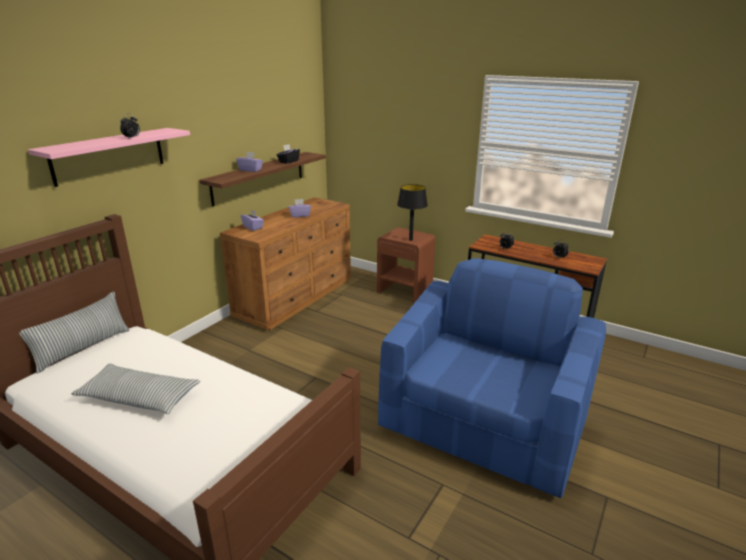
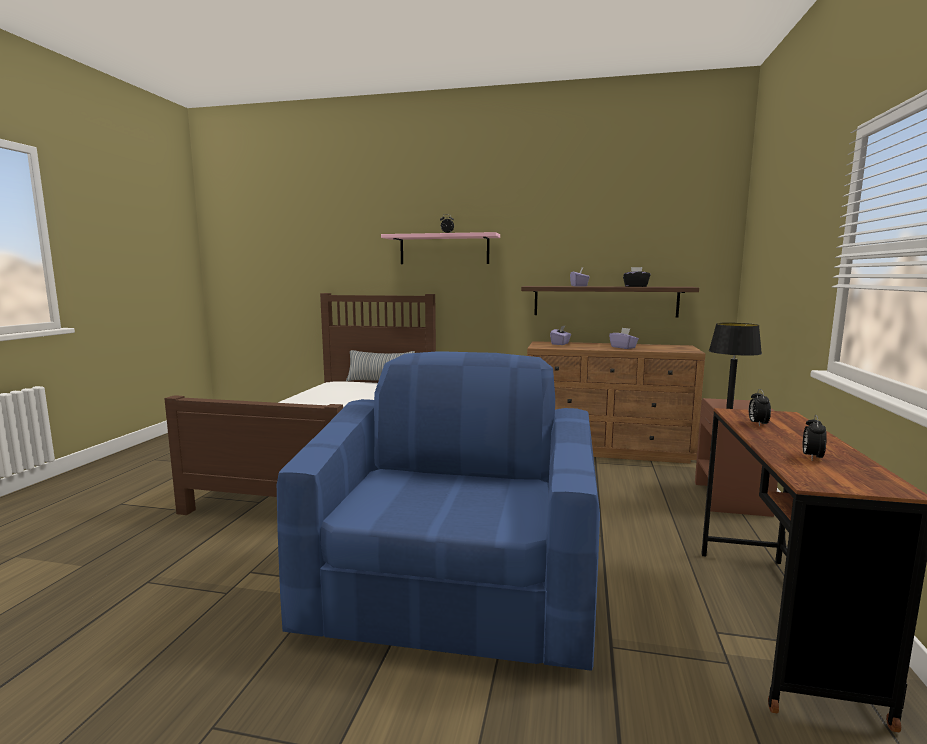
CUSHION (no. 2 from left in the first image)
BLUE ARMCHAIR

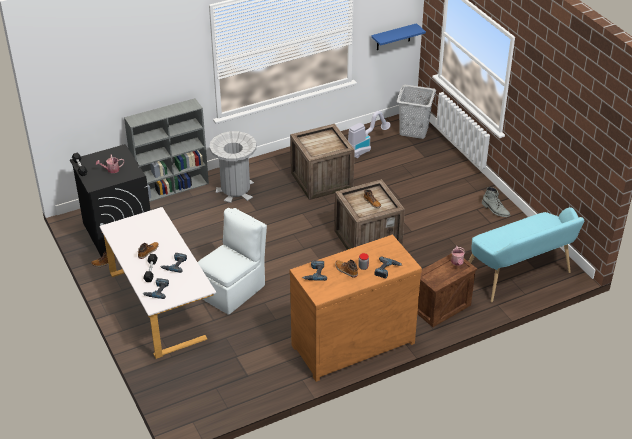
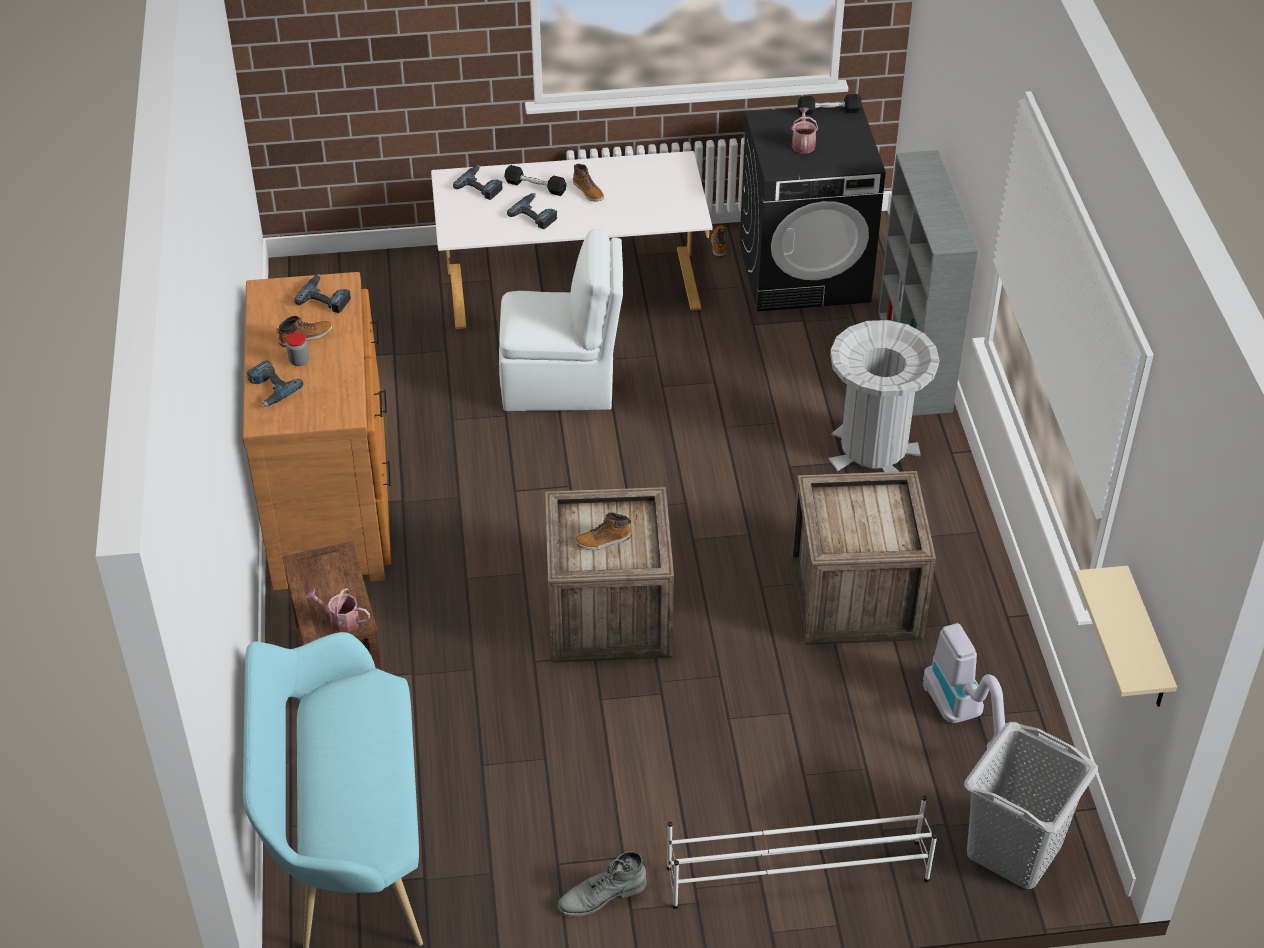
WHITE SHOE SHELF
BEIGE-COLOURED WALL SHELF
WHITE UPRIGHT CHAIR

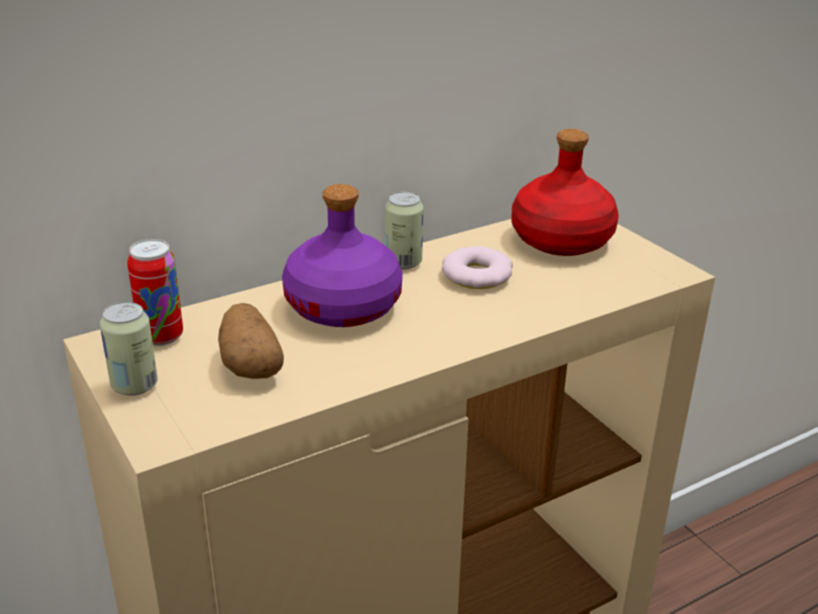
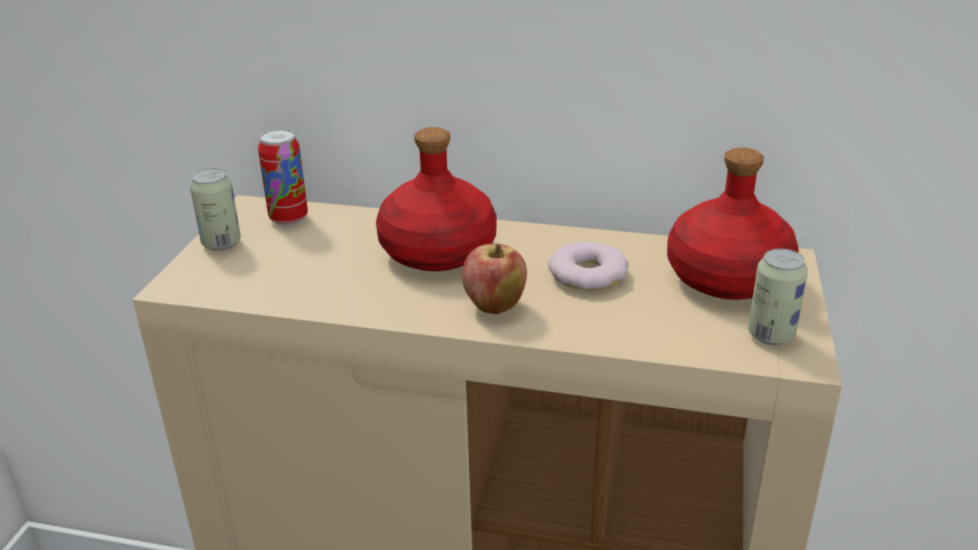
POTATO
APPLE FRUIT
SEALED CAN (no. 3 from left)
RED BEVERAGE BOTTLE (no. 1 from left)

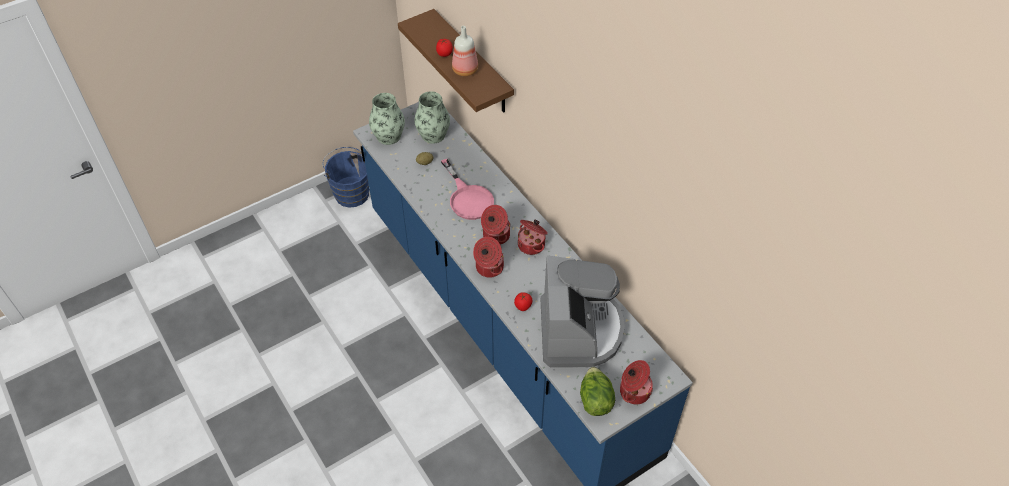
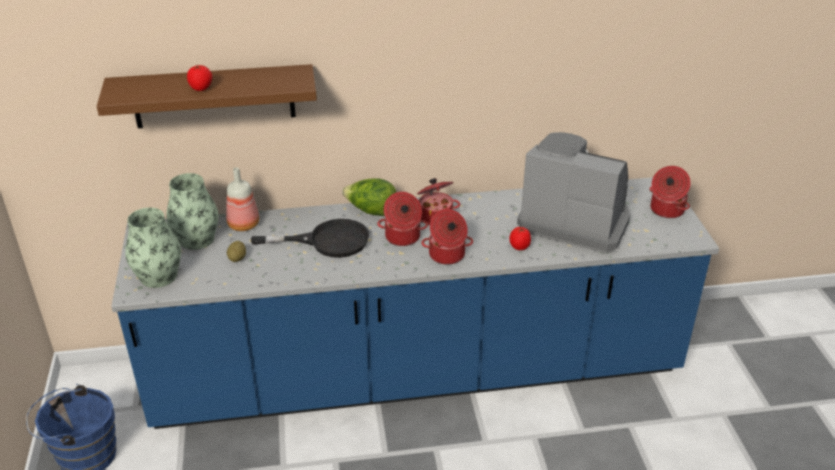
BEVERAGE BOTTLE
LETTUCE HEAD
BLACKISH PAN

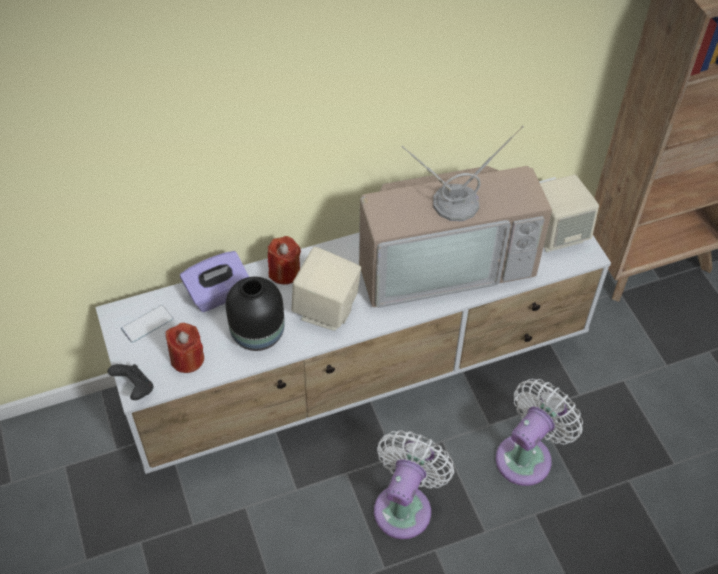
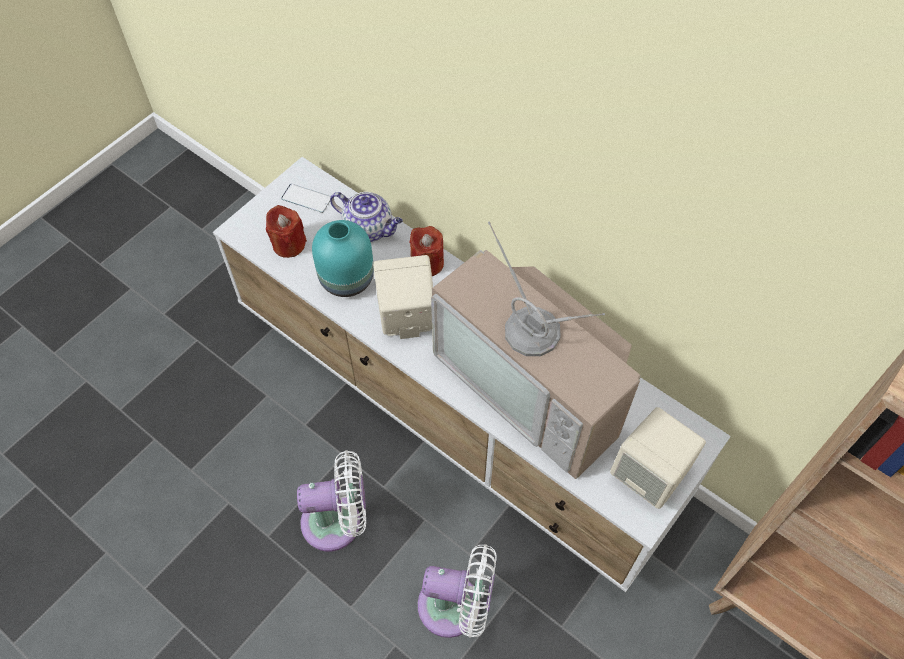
BLACKISH GAME CONTROLLER
TEAPOT
TURQUOISE FLOWER VASE

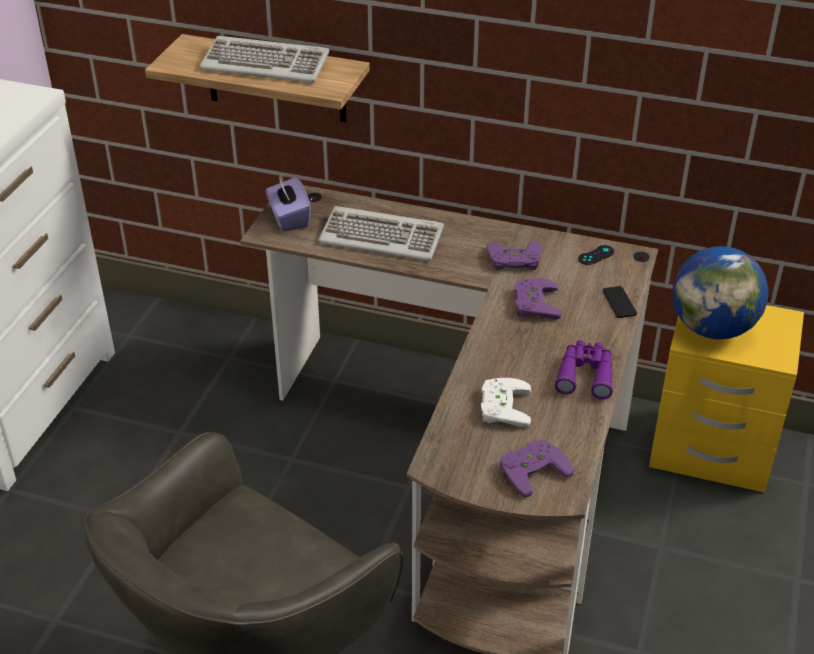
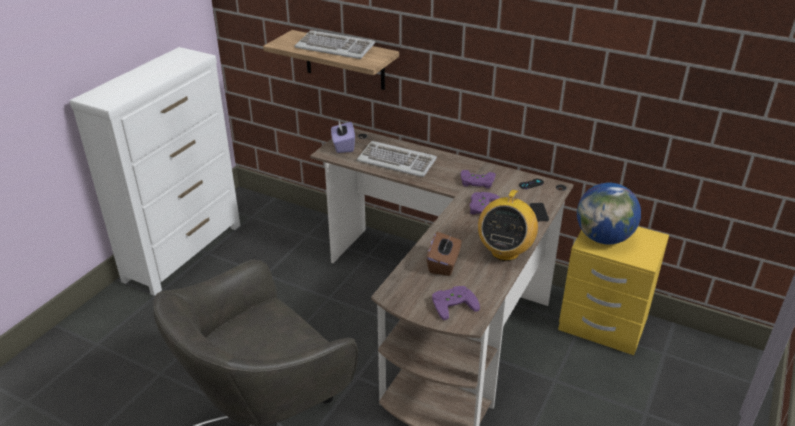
BROWN-COLOURED TISSUE BOX
RADIO SET

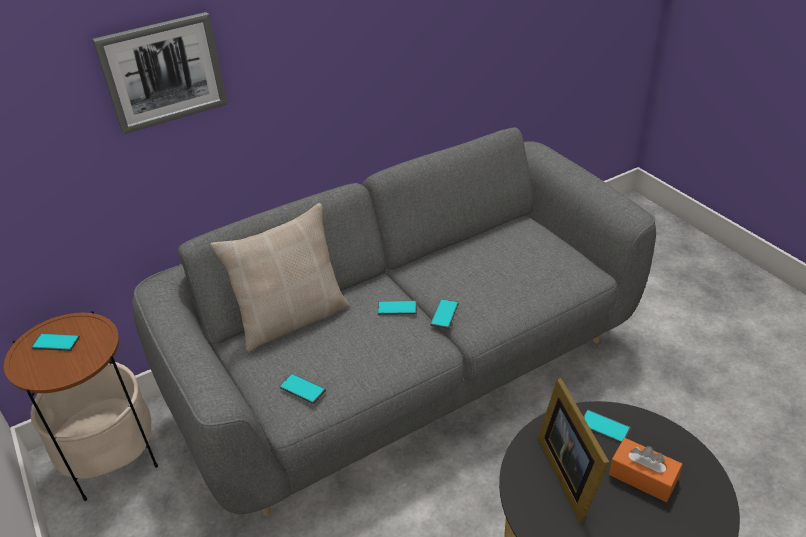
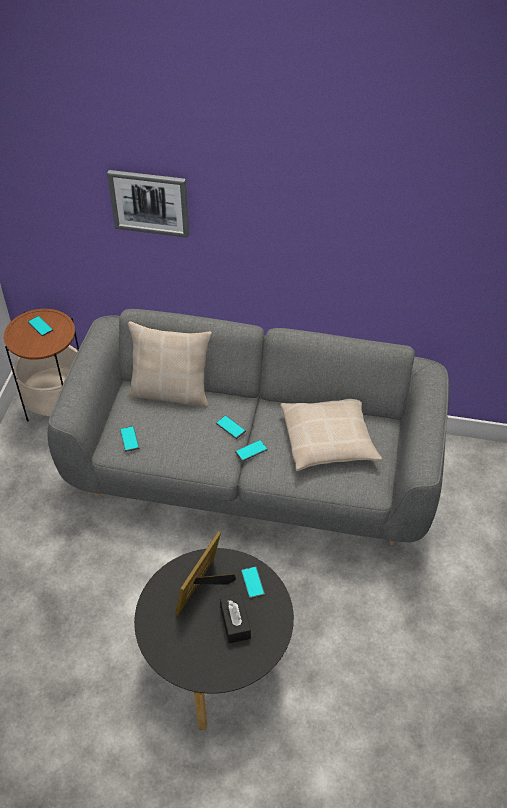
BEIGE-COLOURED CUSHION (no. 2 from left)
BLACKISH TISSUE BOX

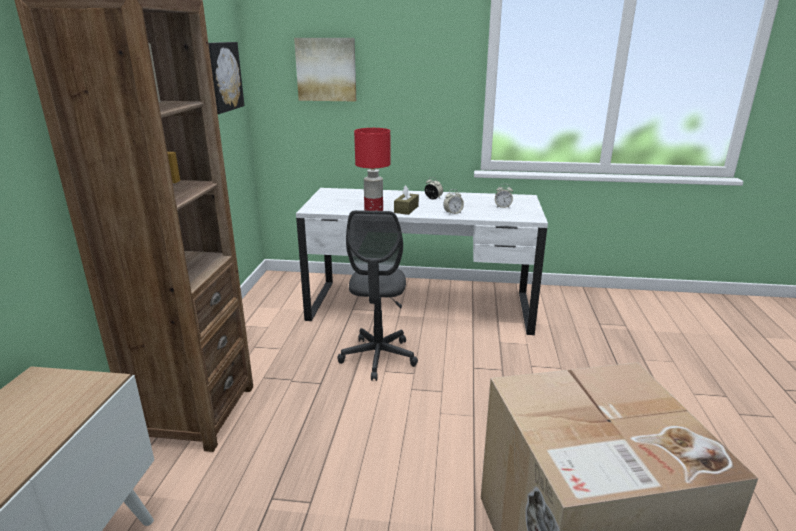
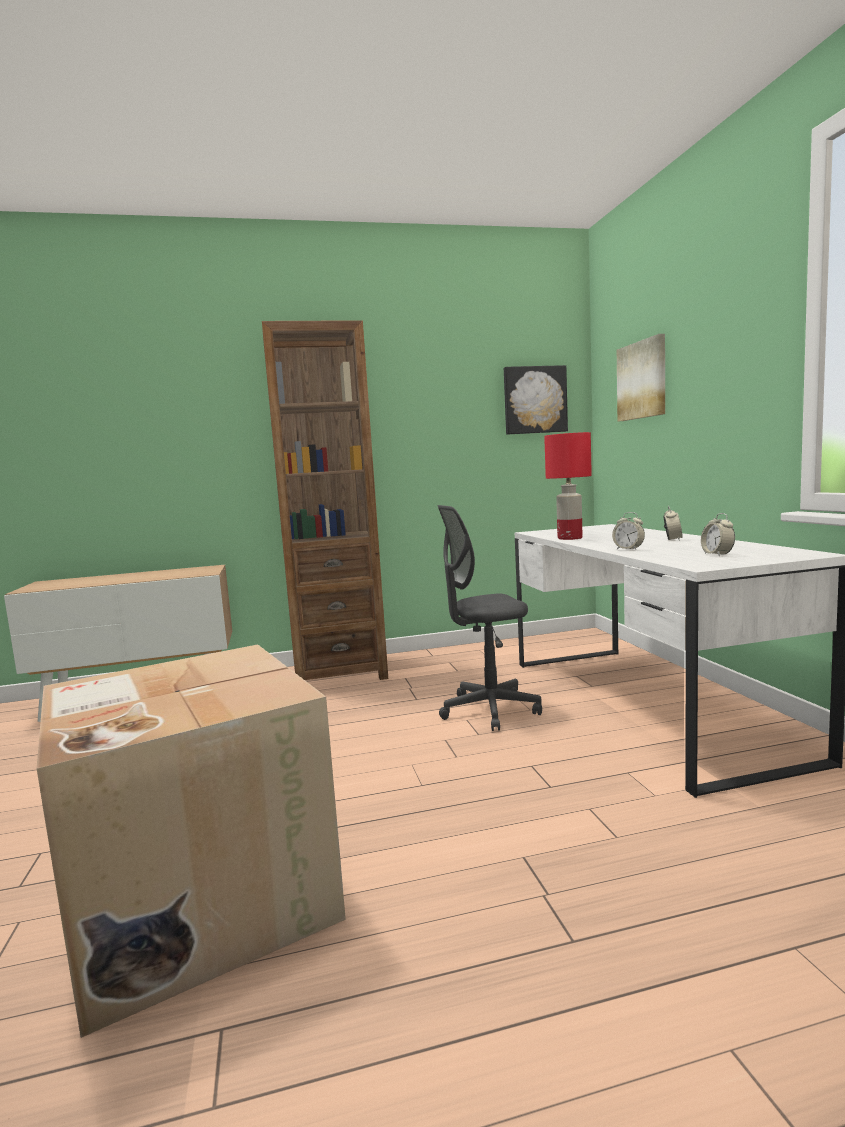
BROWN-COLOURED TISSUE BOX

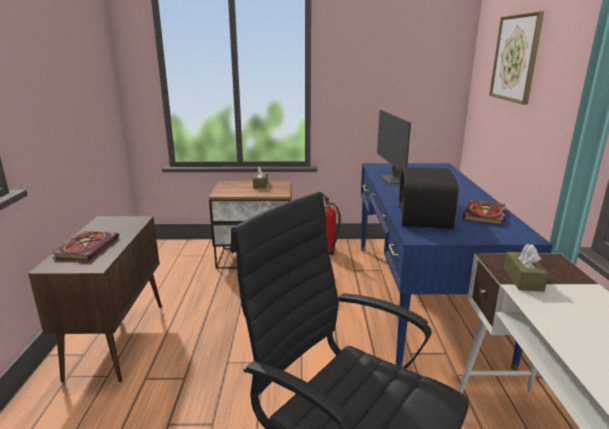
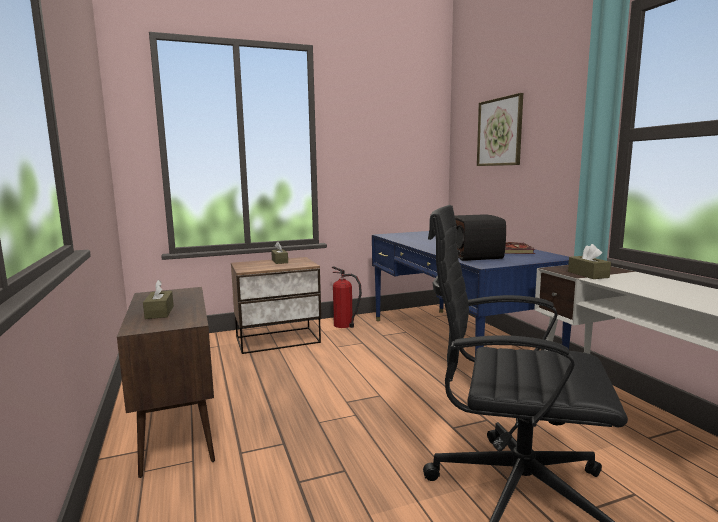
COMPUTER DISPLAY
BROWN-COLOURED TISSUE BOX (no. 1 from left)

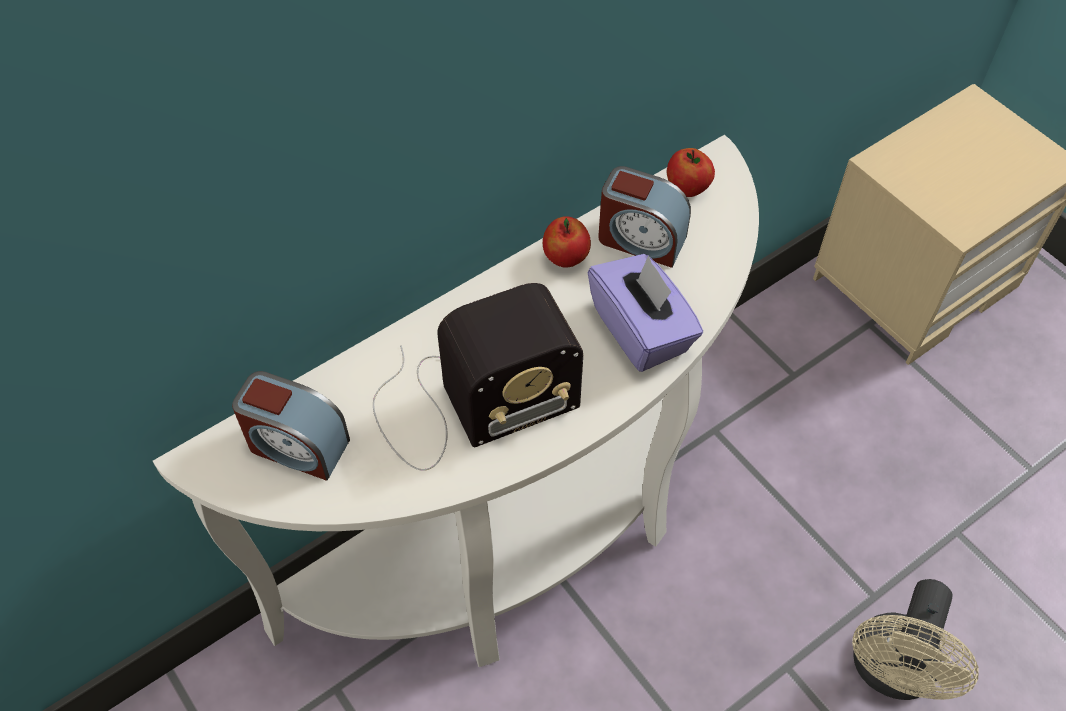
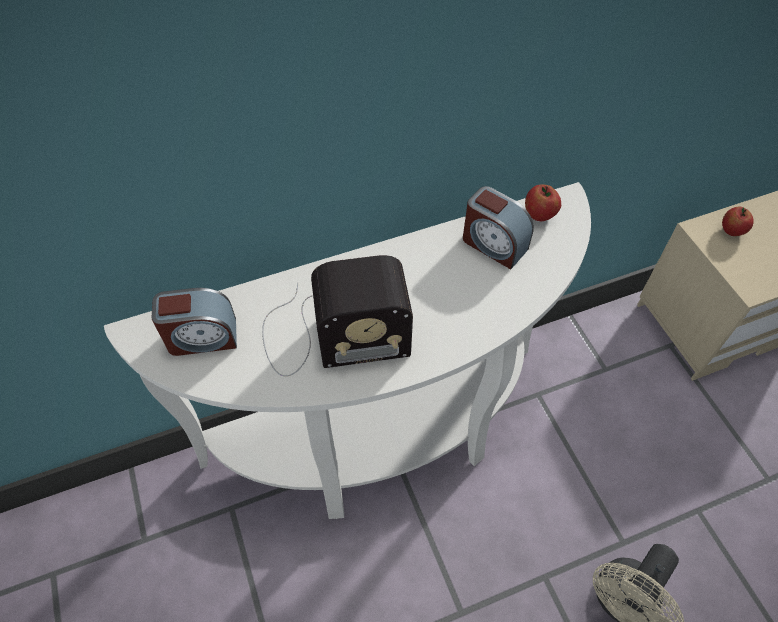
PURPLE TISSUE BOX
APPLE FRUIT (no. 2 from left)
BEDSIDE CLOCK (no. 1 from left)

